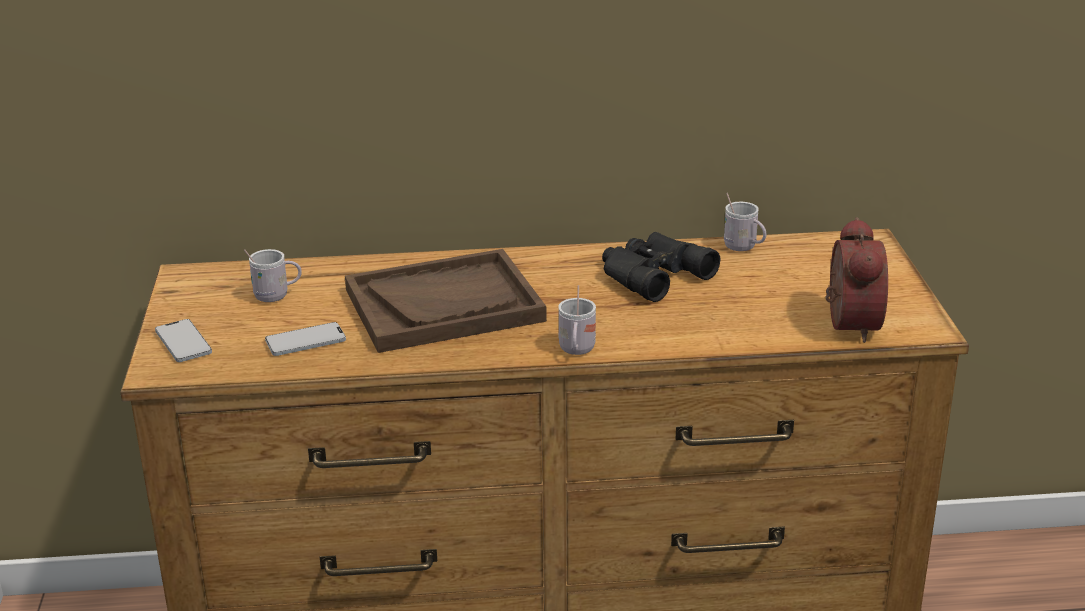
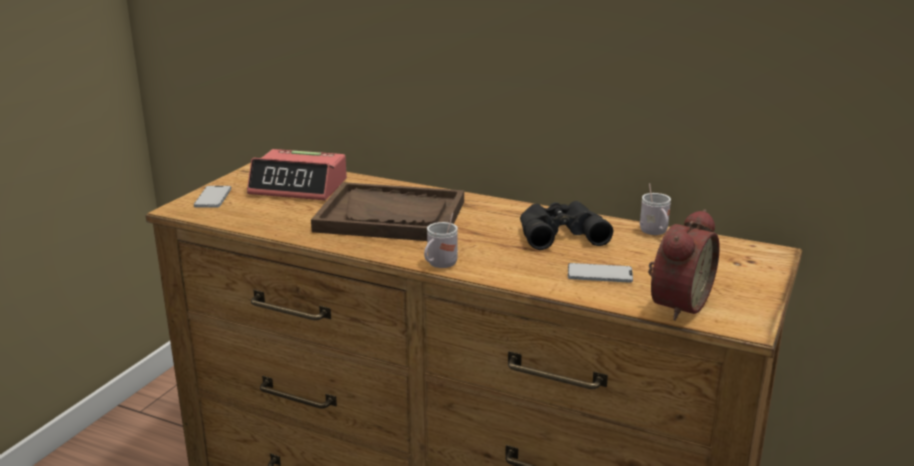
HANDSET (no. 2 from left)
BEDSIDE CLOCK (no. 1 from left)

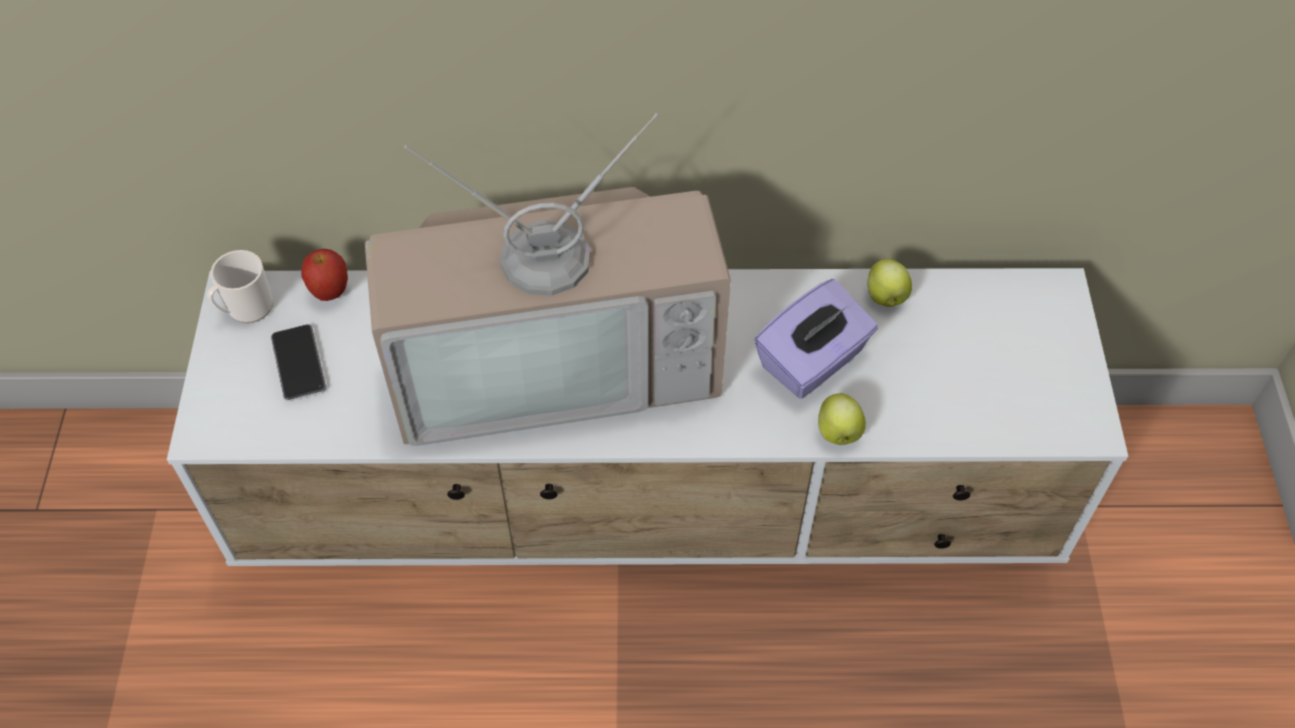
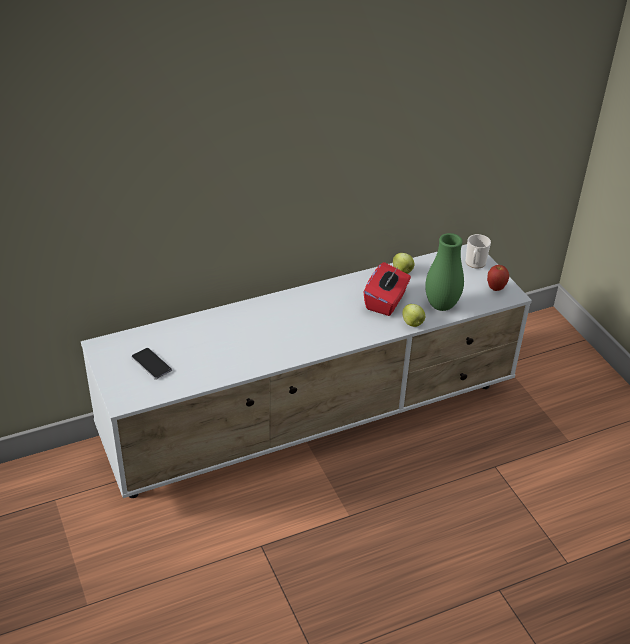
TELEVISION
GREEN FLOWER VASE
MUG
APPLE FRUIT (no. 3 from left)
RED TISSUE BOX

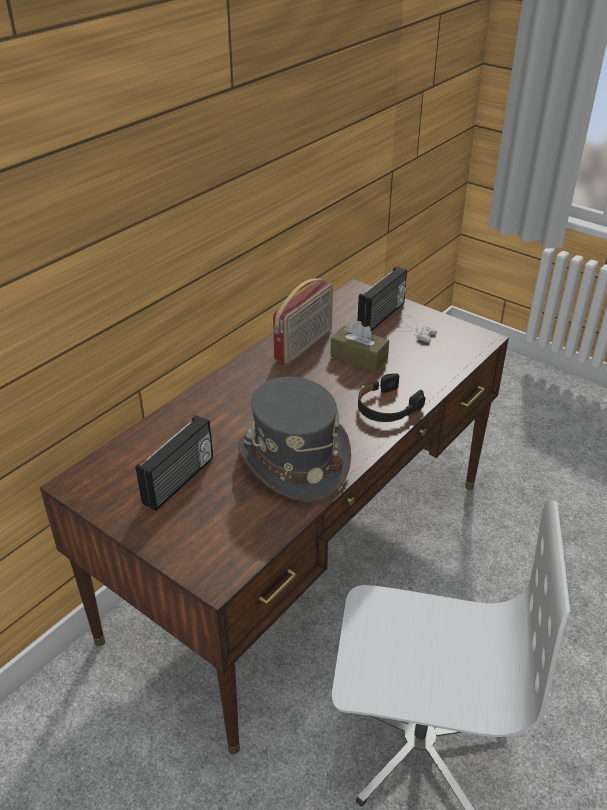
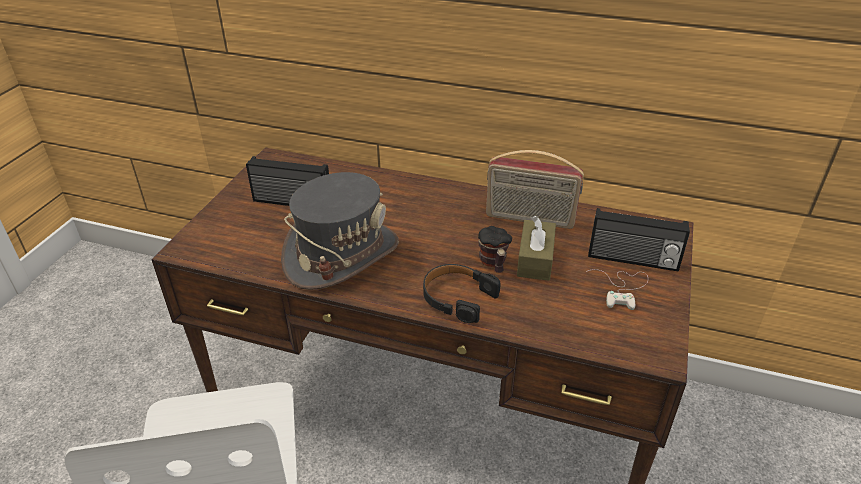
MUG

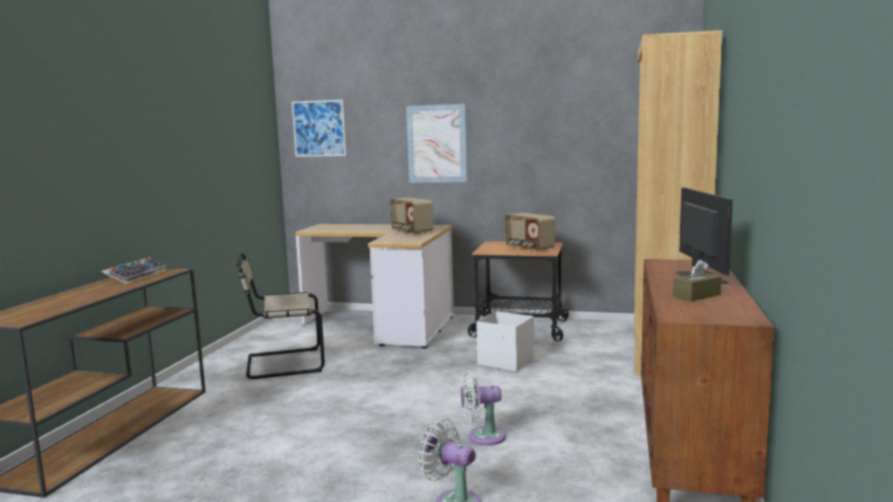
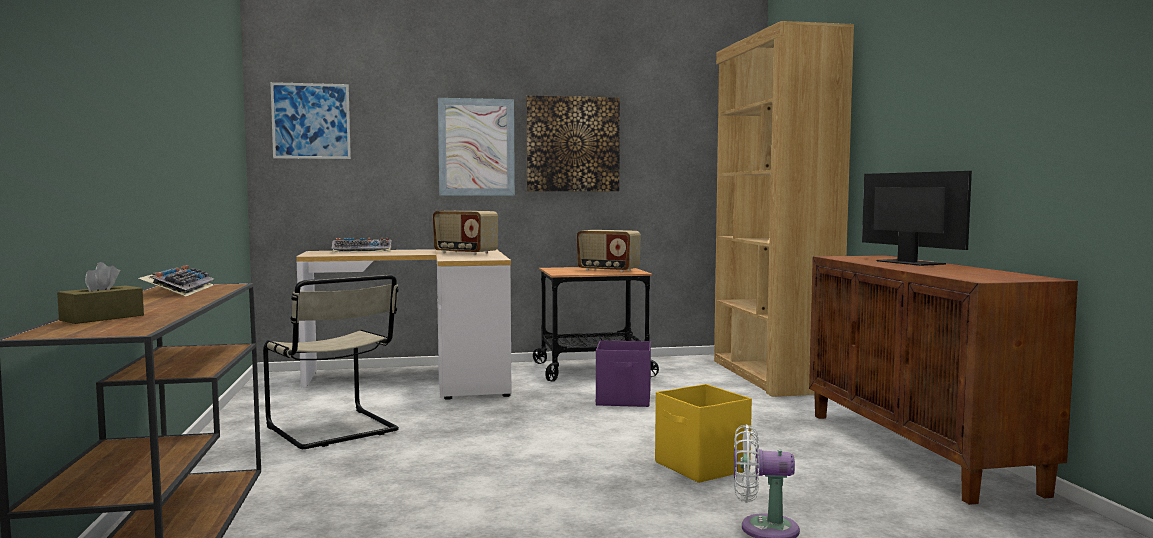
PC KEYBOARD (no. 2 from left)
PICTURE (no. 3 from left)
BROWN-COLOURED TISSUE BOX
YELLOWISH STORAGE CONTAINER
PURPLE STORAGE CONTAINER
BEIGE-COLOURED UPRIGHT CHAIR

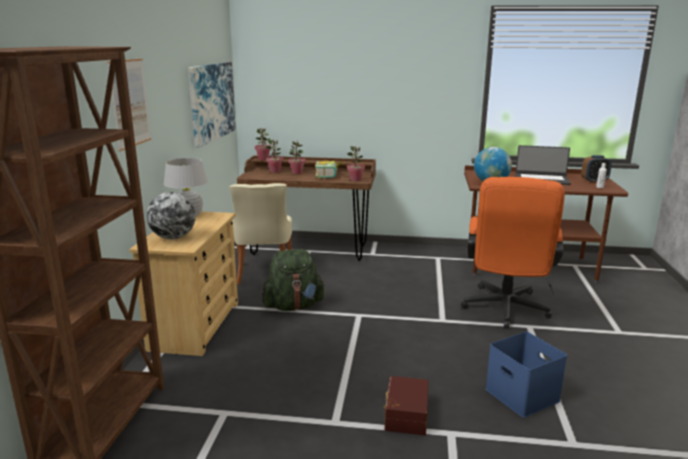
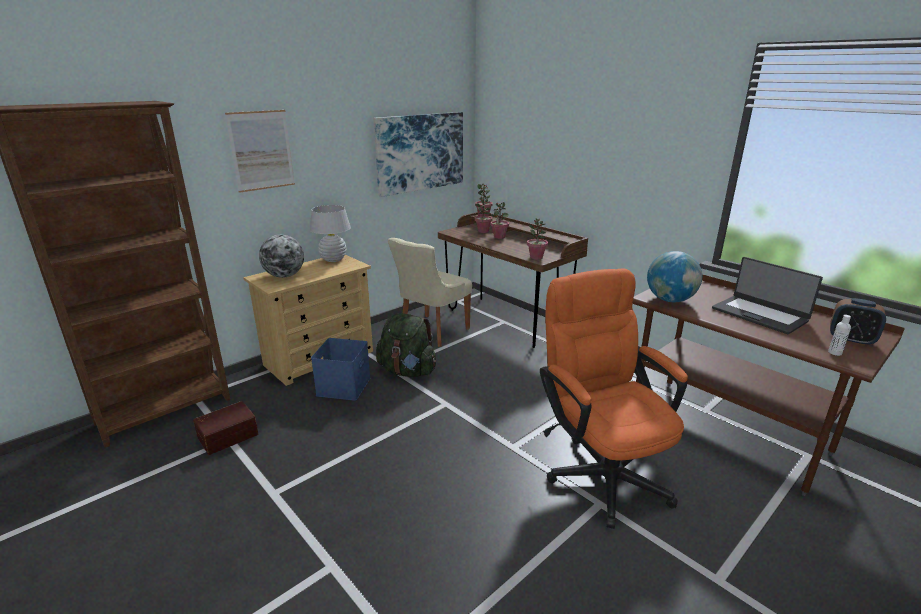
BOOK
BROWN-COLOURED STORAGE CONTAINER
BLUE STORAGE CONTAINER
ORANGE-COLOURED COMPUTER CHAIR

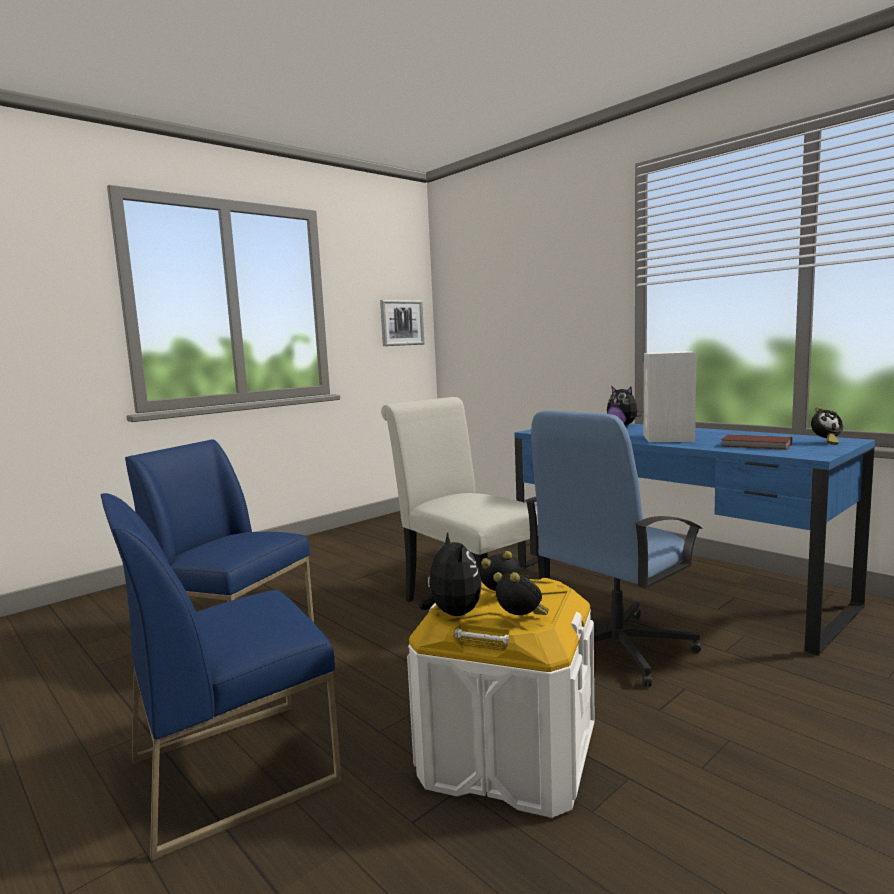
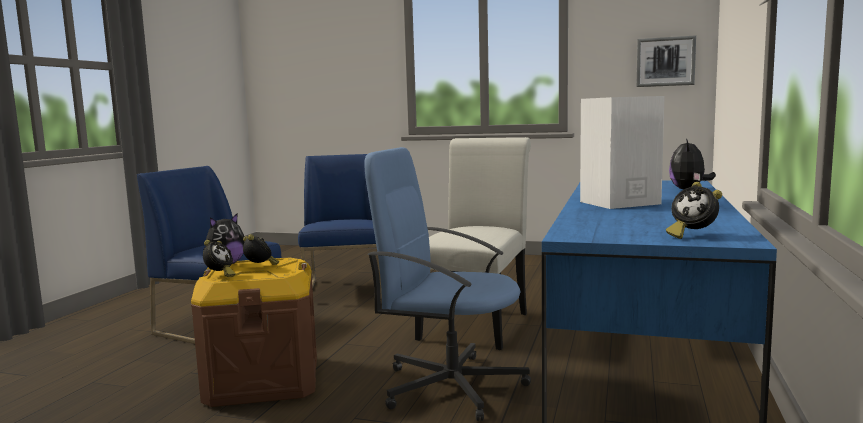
BROWN-COLOURED BOOK
BROWN-COLOURED STORAGE CONTAINER

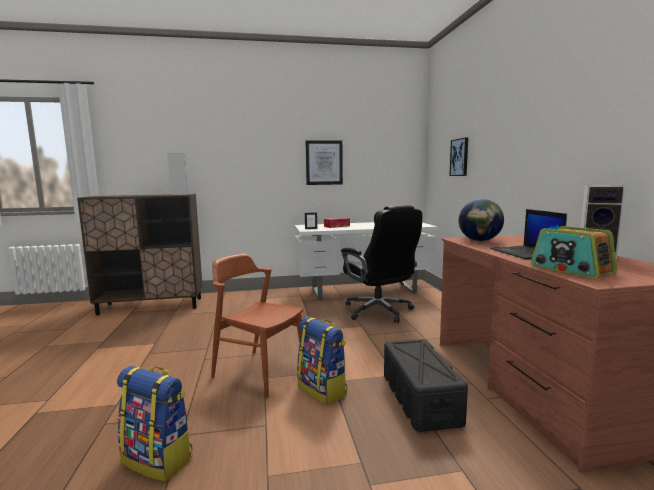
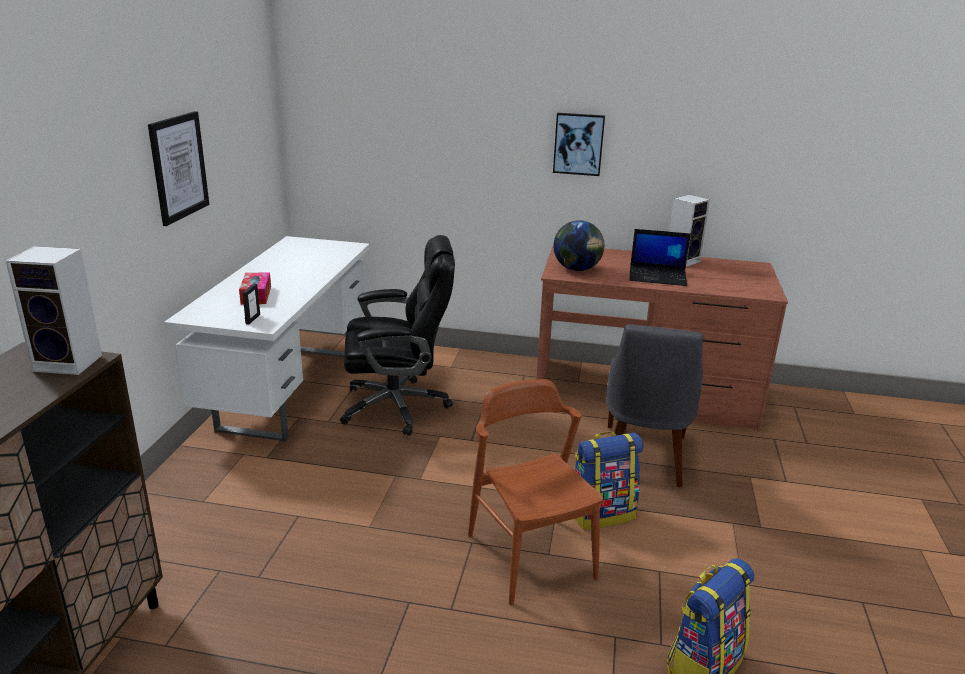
RADIO SET
PICTURE (no. 2 from left)
GRAY UPRIGHT CHAIR
BROWN-COLOURED UPRIGHT CHAIR

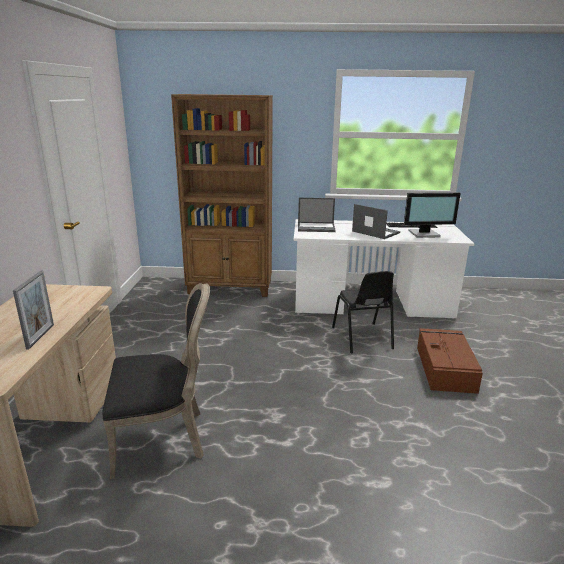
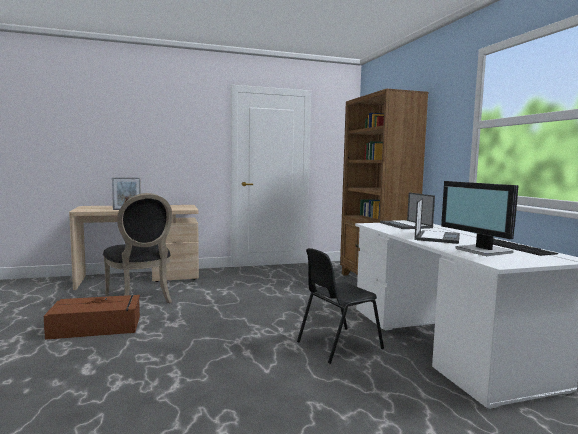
BROWN-COLOURED STORAGE CONTAINER

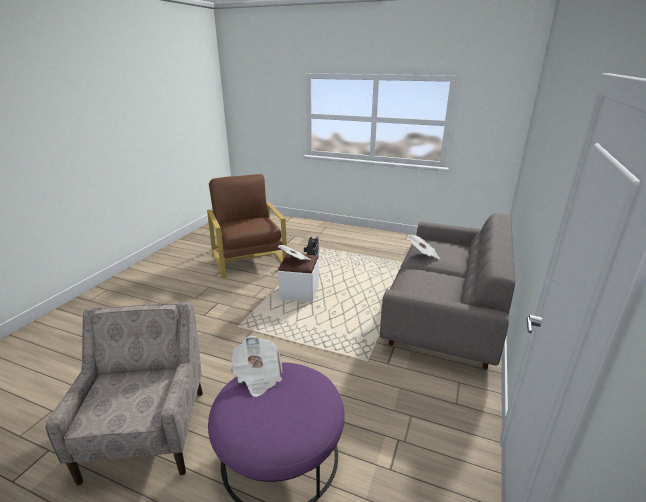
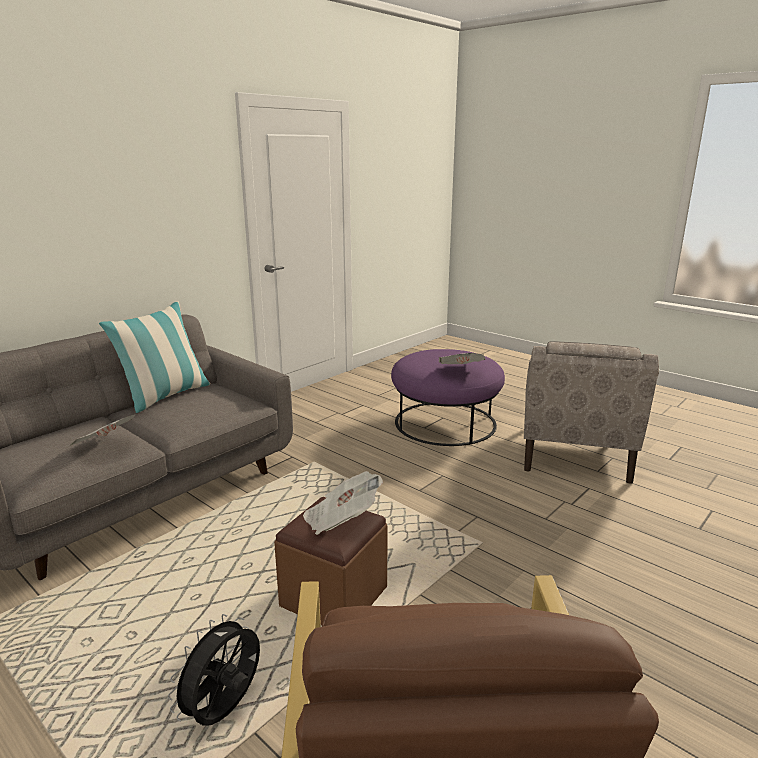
CUSHION
BROWN-COLOURED FOOTREST

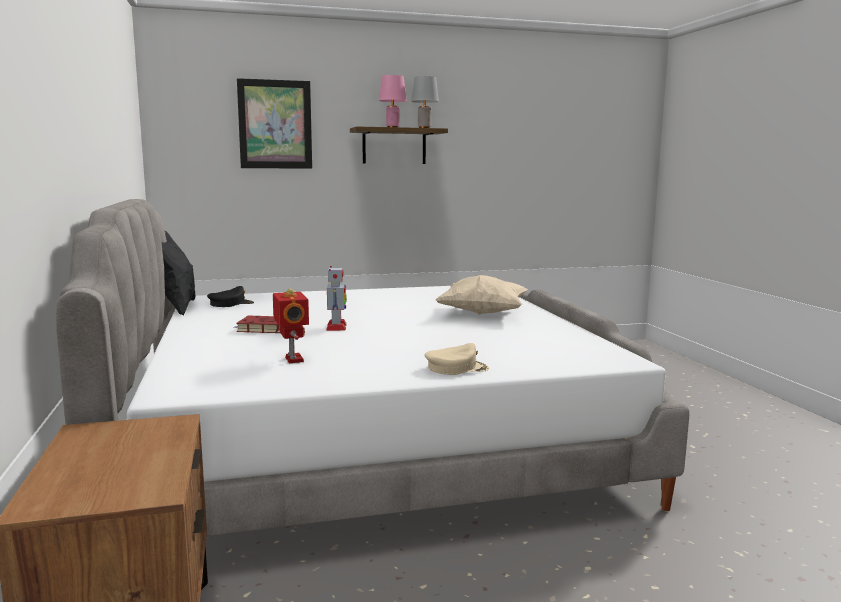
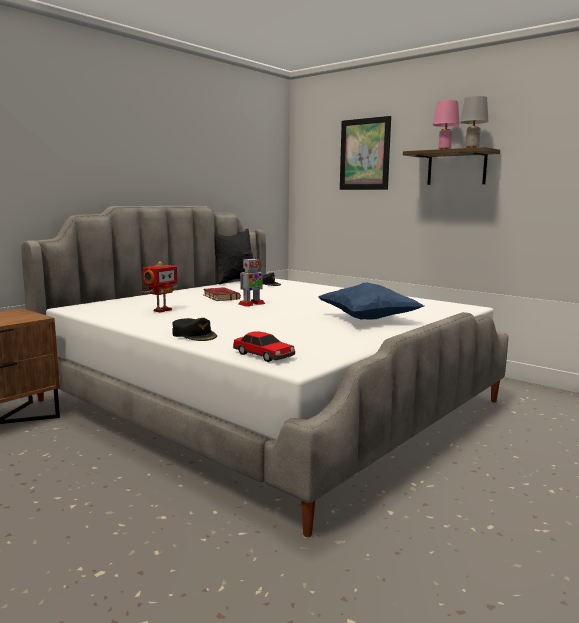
MODEL CAR
BLACKISH BASEBALL CAP (no. 1 from left)
BLUE CUSHION

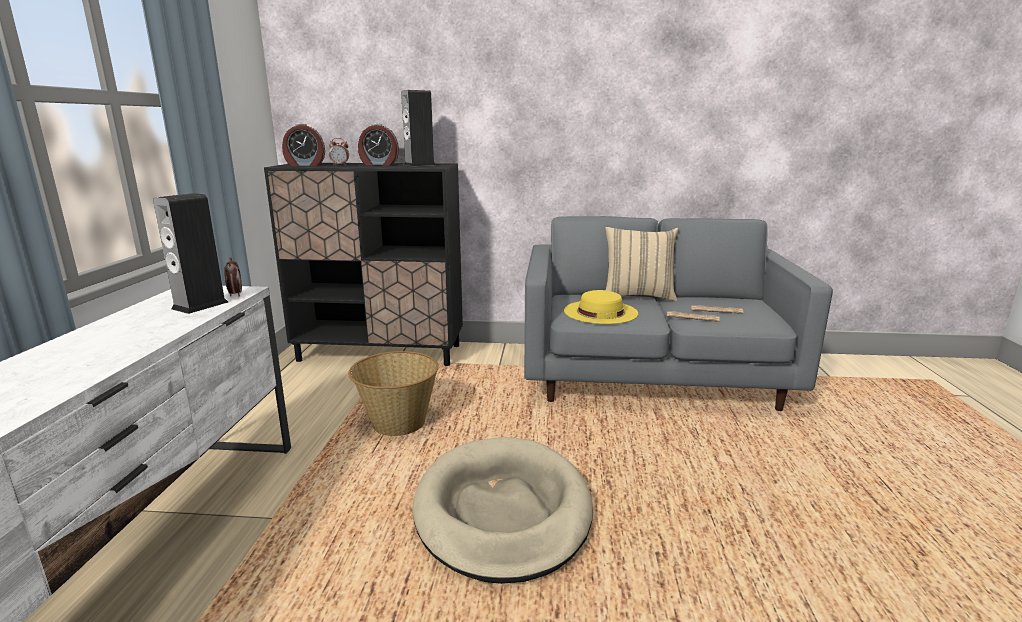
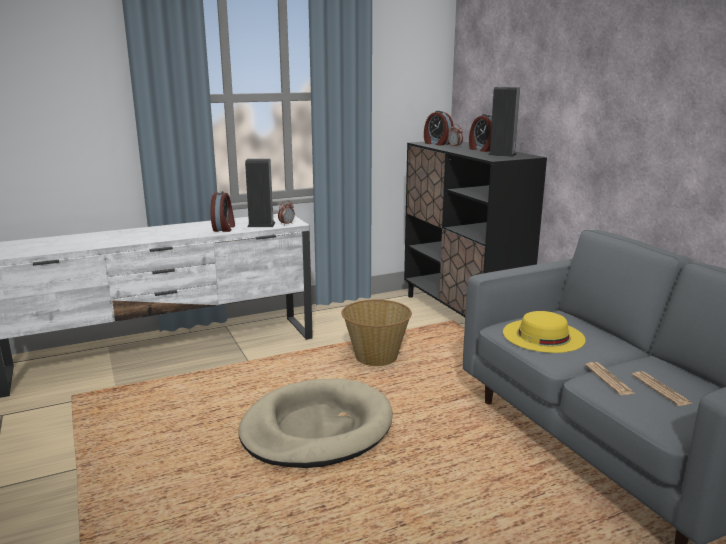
BEIGE-COLOURED CUSHION
BEDSIDE CLOCK (no. 1 from left)

